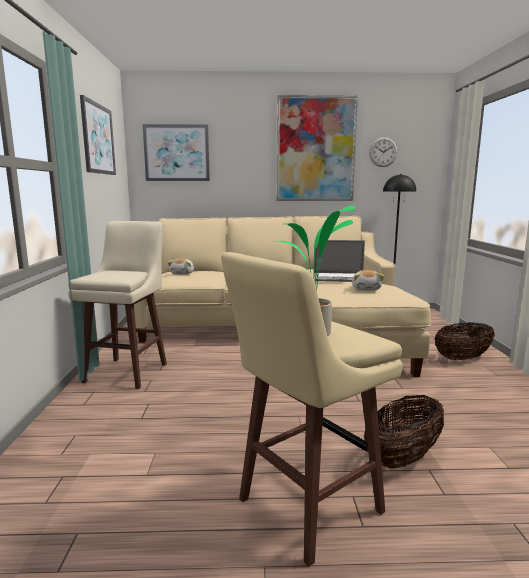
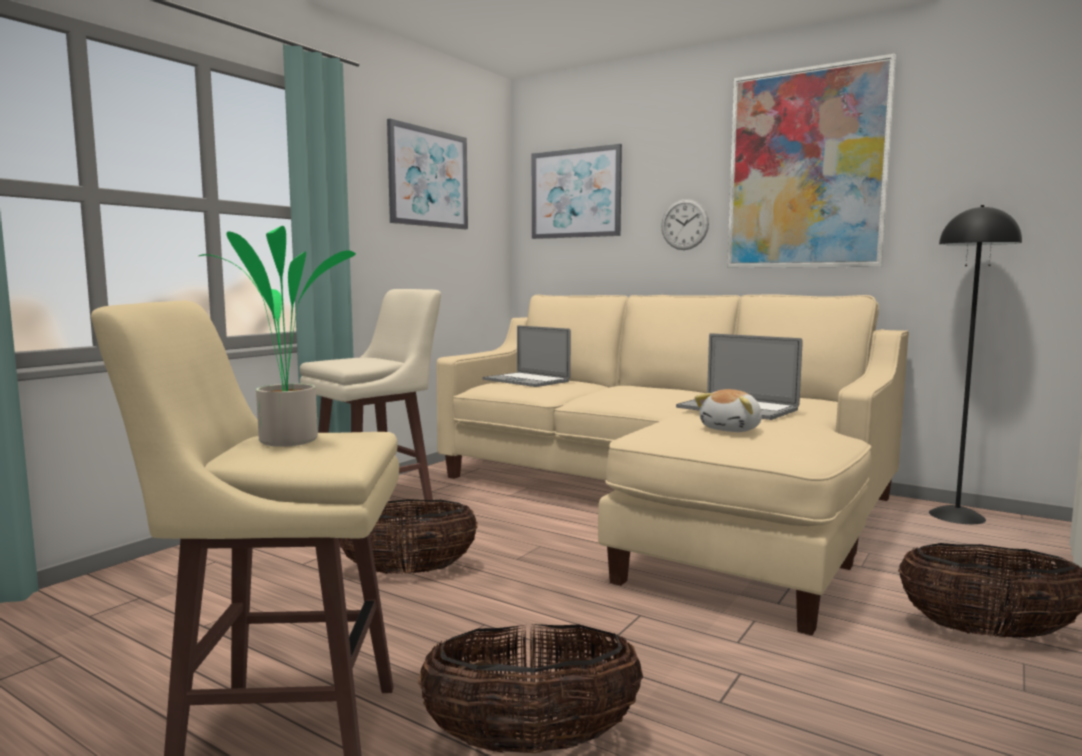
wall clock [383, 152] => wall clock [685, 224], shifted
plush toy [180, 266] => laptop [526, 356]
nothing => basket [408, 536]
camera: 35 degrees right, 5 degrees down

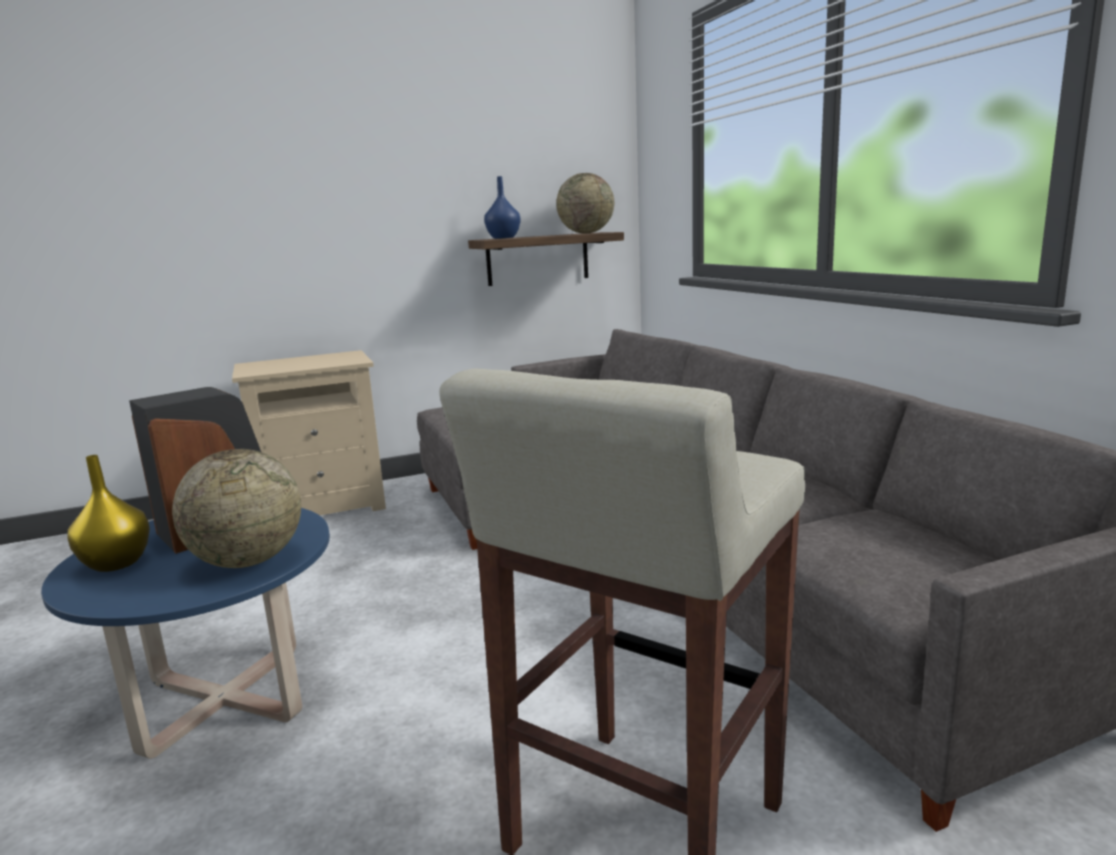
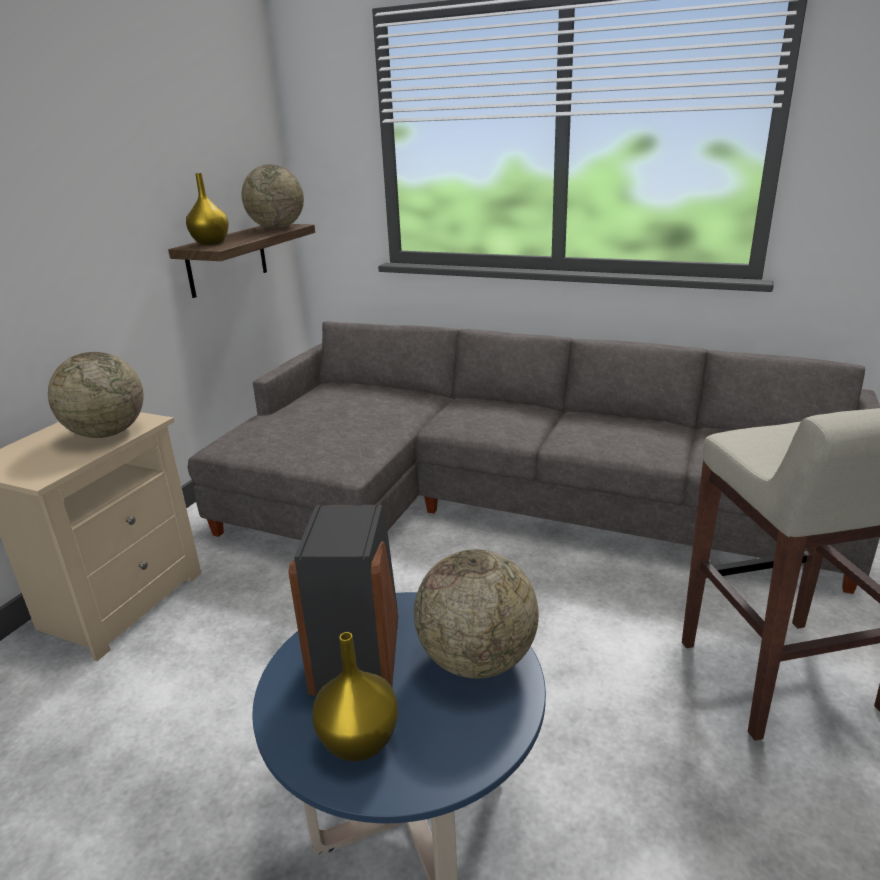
blue vase [502, 207] => yellow vase [207, 209]
nothing => globe [96, 395]
camera: 45 degrees left, 10 degrees up

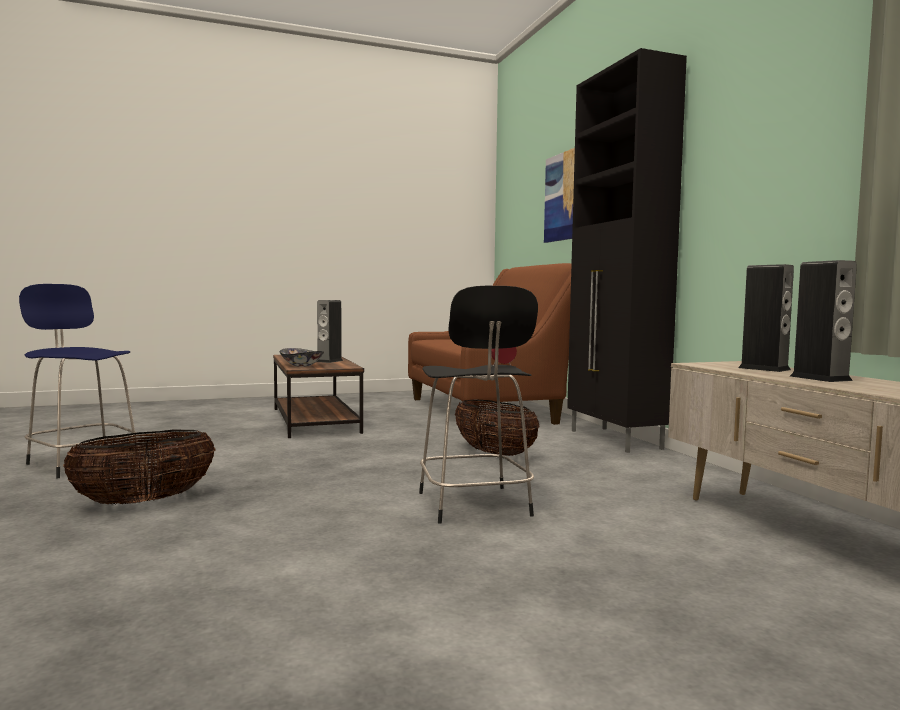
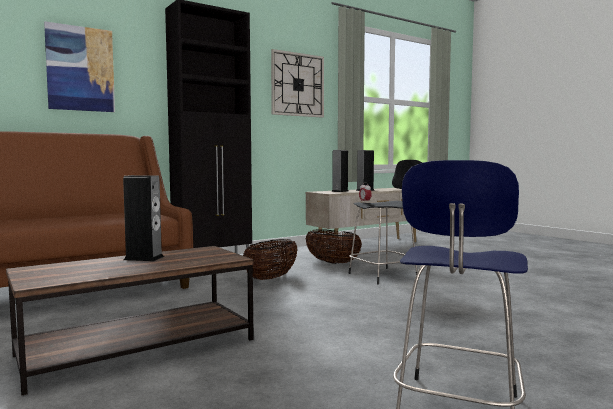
bowl [301, 357] => nothing
basket [139, 467] => basket [333, 246], shifted
nothing => wall clock [297, 83]
camera: 105 degrees left, 0 degrees up

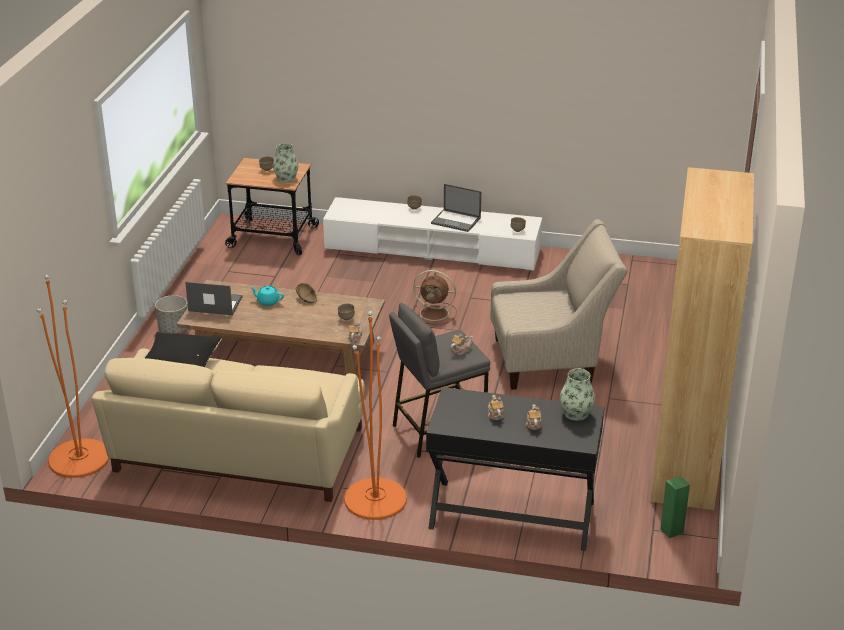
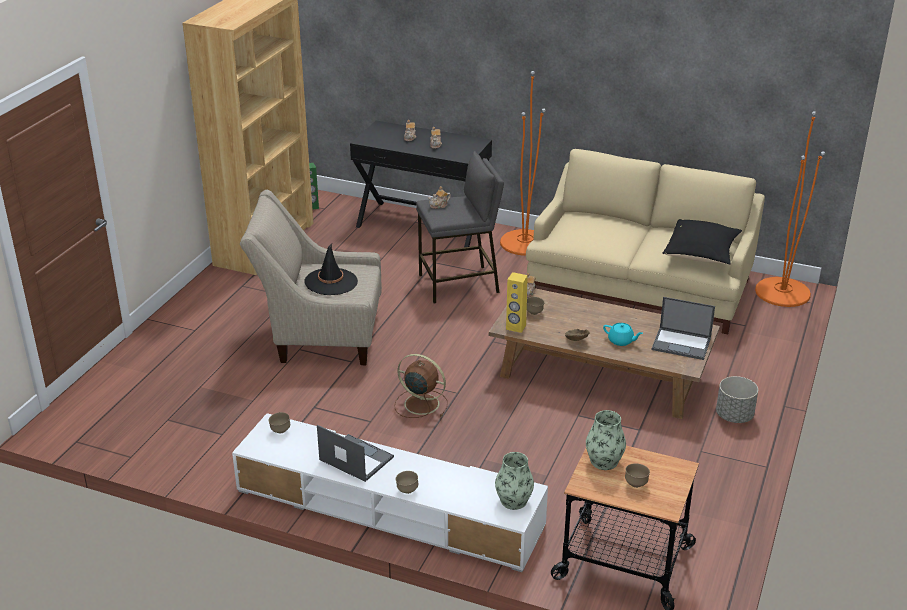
vase [577, 394] => vase [514, 481], shifted
nothing => black hat [331, 269]
nothing => yellow speaker [517, 302]
camera: 170 degrees left, 0 degrees up

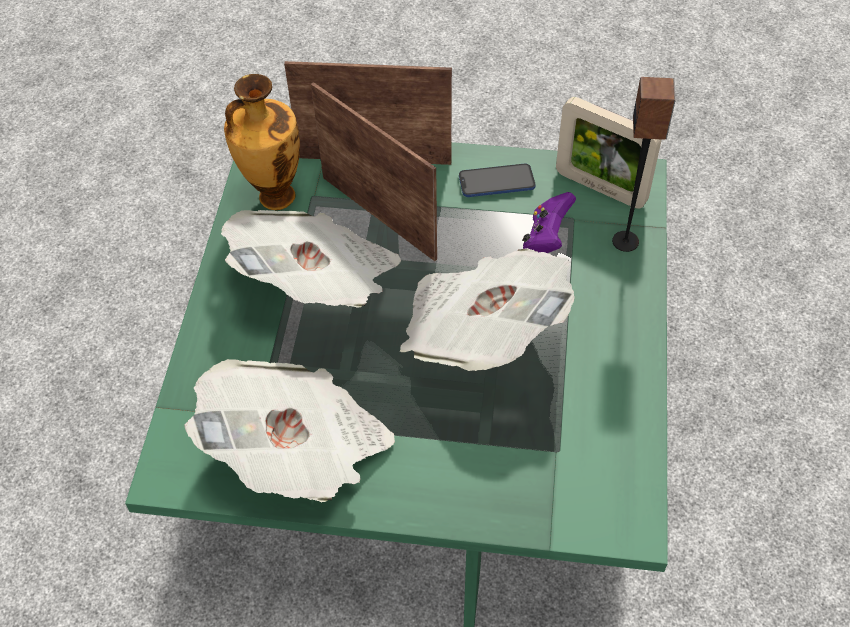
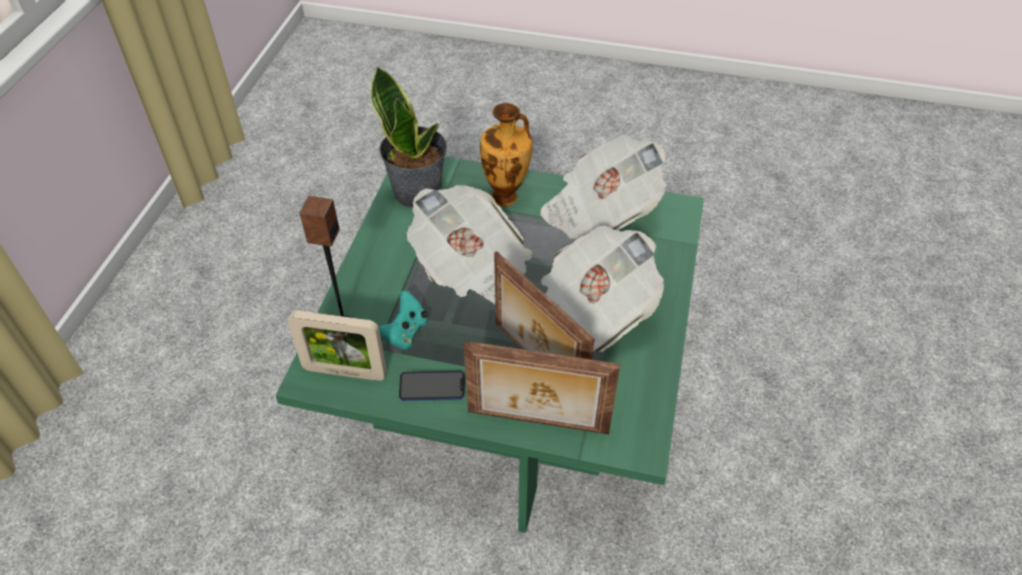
vase [262, 142] => vase [506, 154], shifted
picture frame [608, 153] => picture frame [337, 345], 150 degrees clockwise
purple game controller [549, 222] => turquoise game controller [403, 320]
nothing => potted plant [409, 137]
camera: 175 degrees left, 5 degrees down

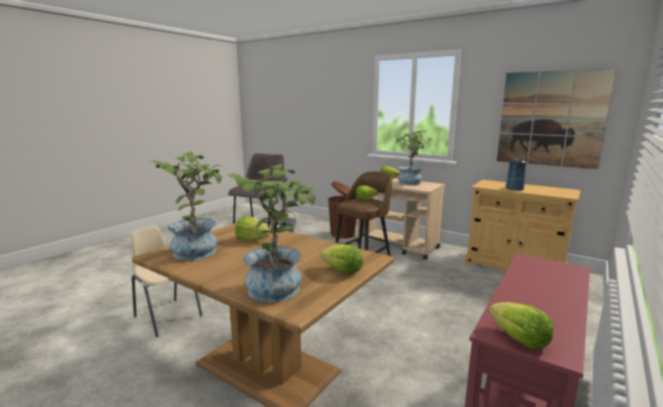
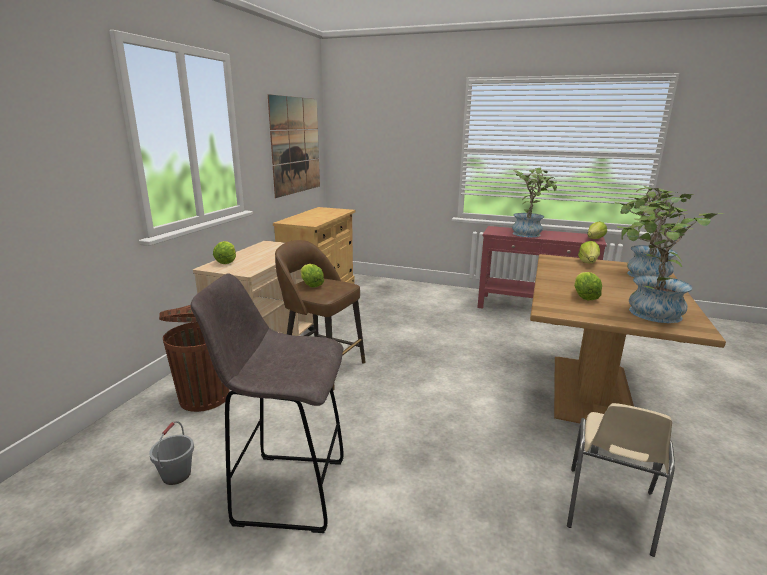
potted plant [416, 158] => potted plant [534, 202], shifted
blue vase [516, 173] => nothing
camera: 105 degrees left, 5 degrees up

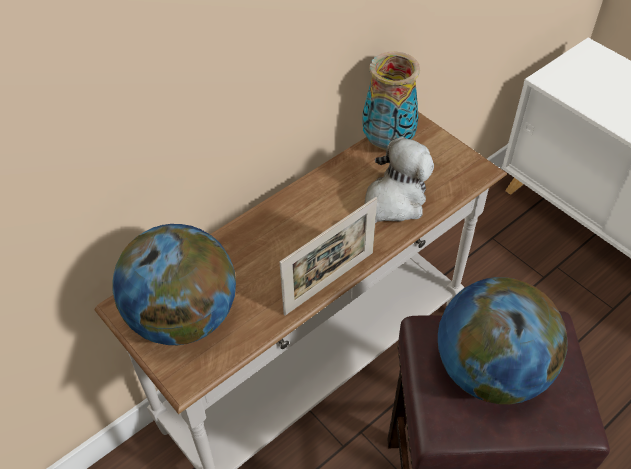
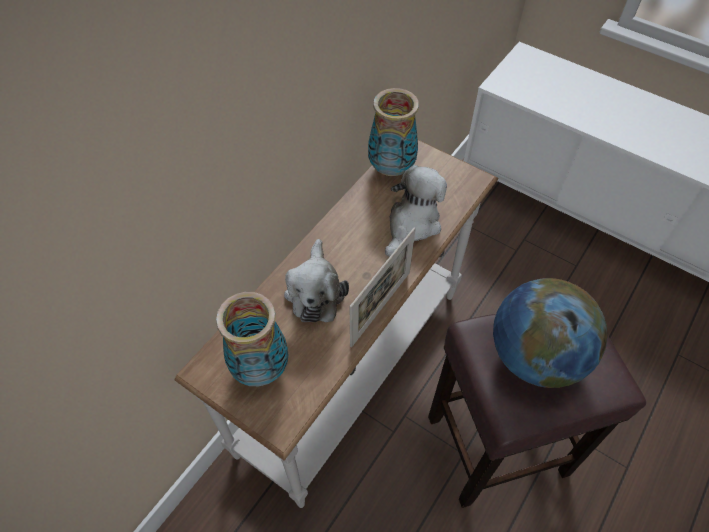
globe [174, 284] => vase [252, 339]
nothing => plush toy [316, 280]
camera: 15 degrees left, 5 degrees up

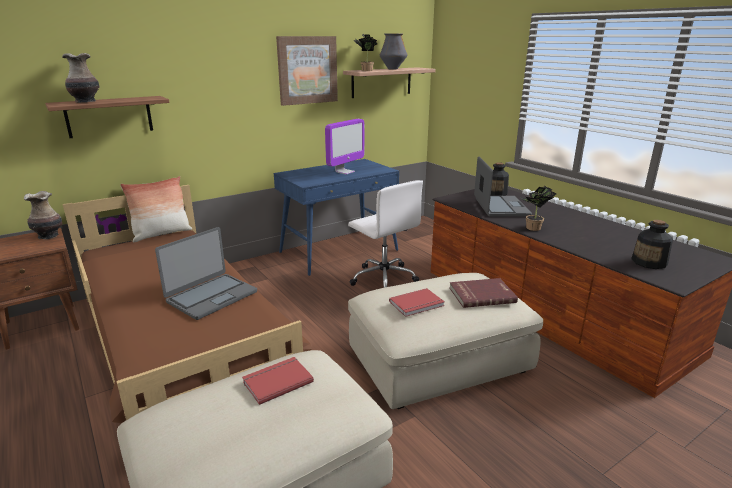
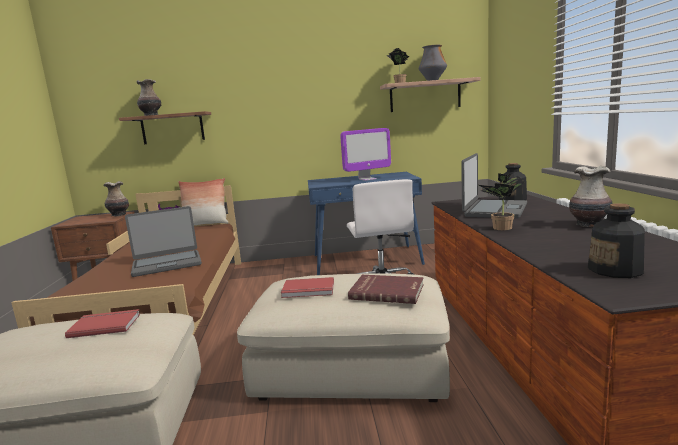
picture [307, 71] => nothing
nothing => vase [590, 196]
camera: 30 degrees right, 10 degrees down

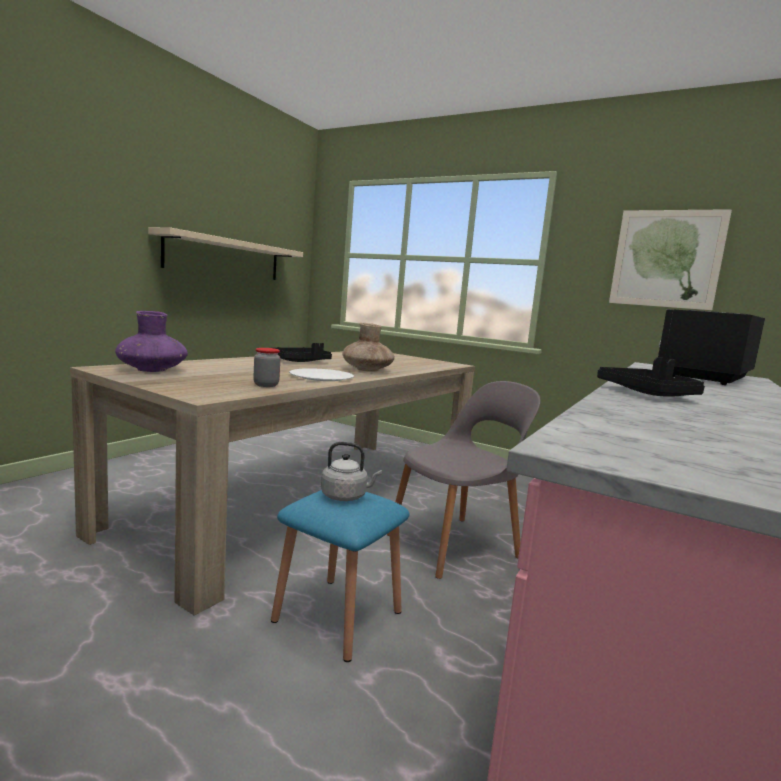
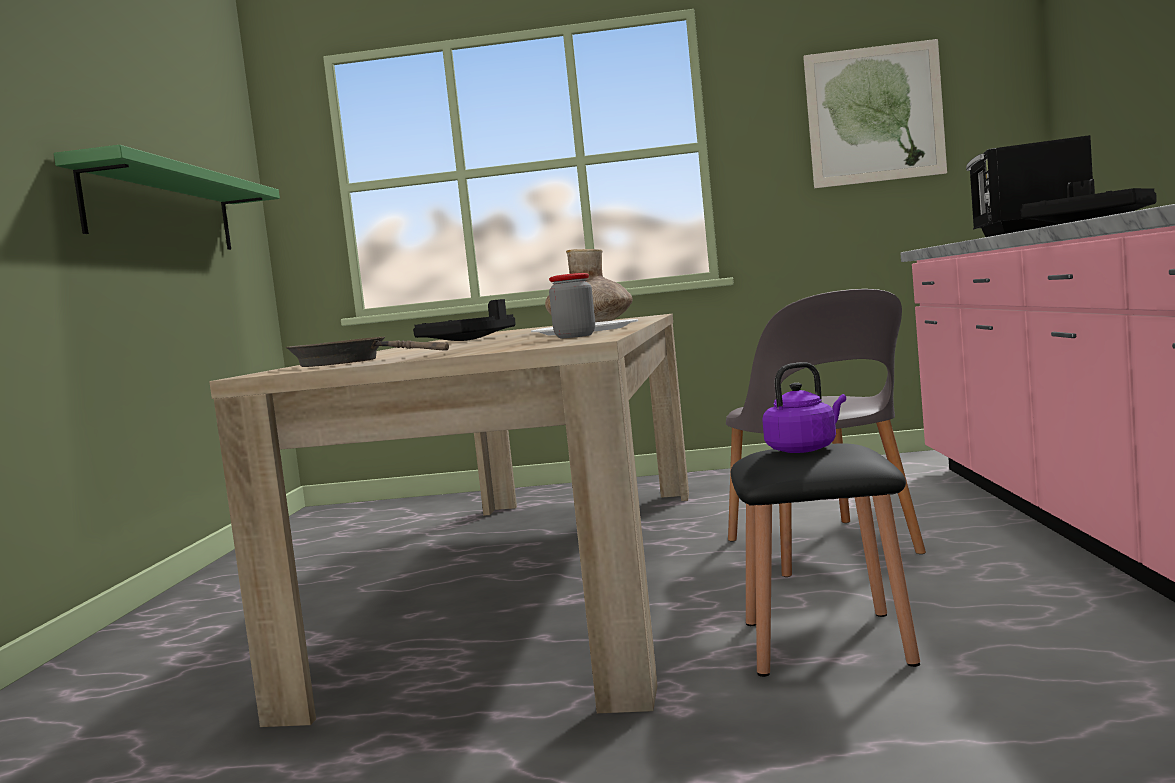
beige shelf [225, 253] => green shelf [167, 197]
purple vase [151, 341] => brown frying pan [367, 352]
grey chair [464, 480] => grey chair [826, 433], 135 degrees clockwise
grey kettle [351, 471] => purple kettle [804, 407]
blue stool [340, 576] => black stool [825, 560]
camera: 25 degrees left, 5 degrees down

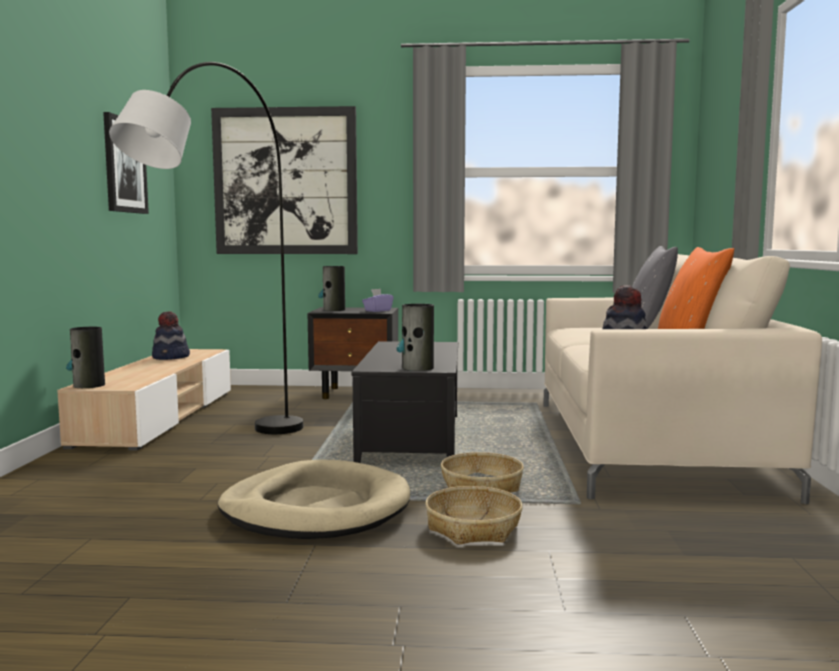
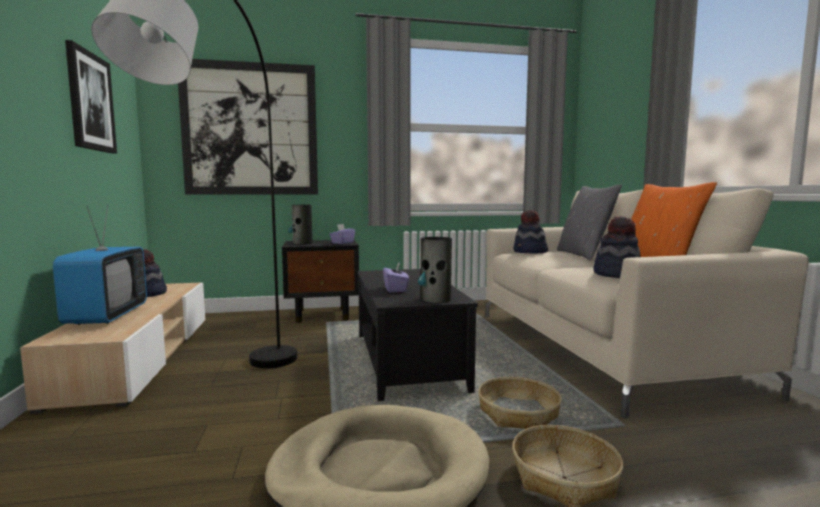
vase [85, 357] => nothing
nothing => television [100, 265]
nothing => hat [530, 231]
nothing => purple tissue box [396, 277]
camera: 15 degrees left, 0 degrees up

